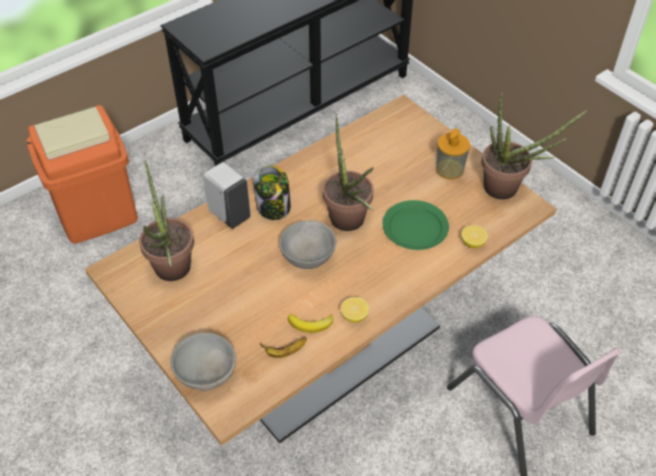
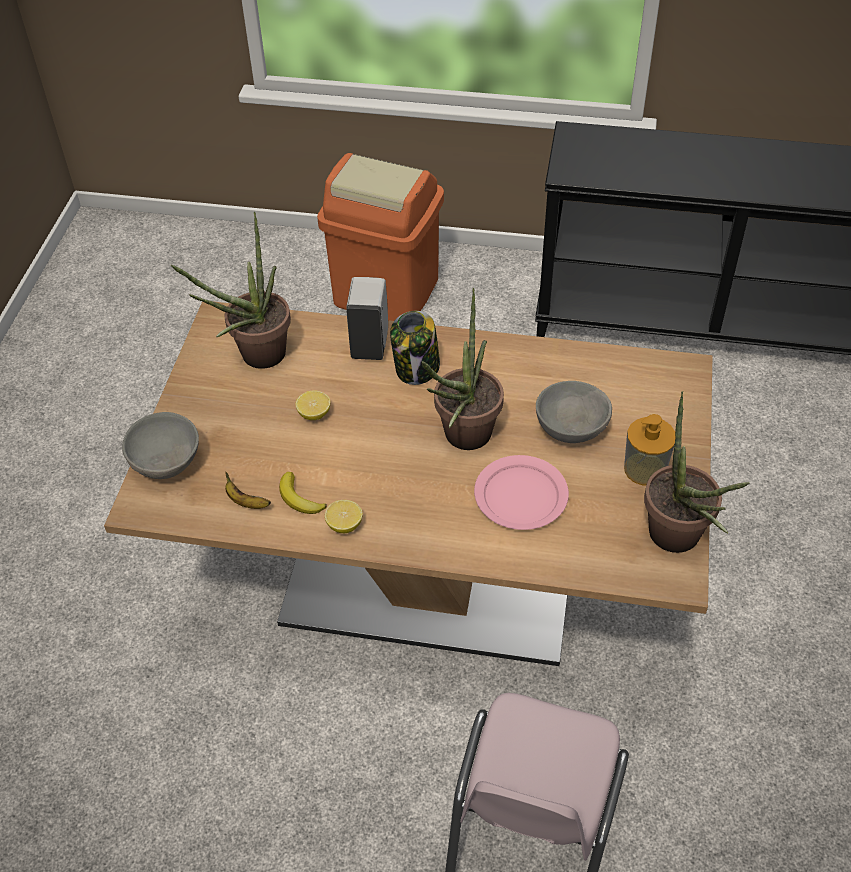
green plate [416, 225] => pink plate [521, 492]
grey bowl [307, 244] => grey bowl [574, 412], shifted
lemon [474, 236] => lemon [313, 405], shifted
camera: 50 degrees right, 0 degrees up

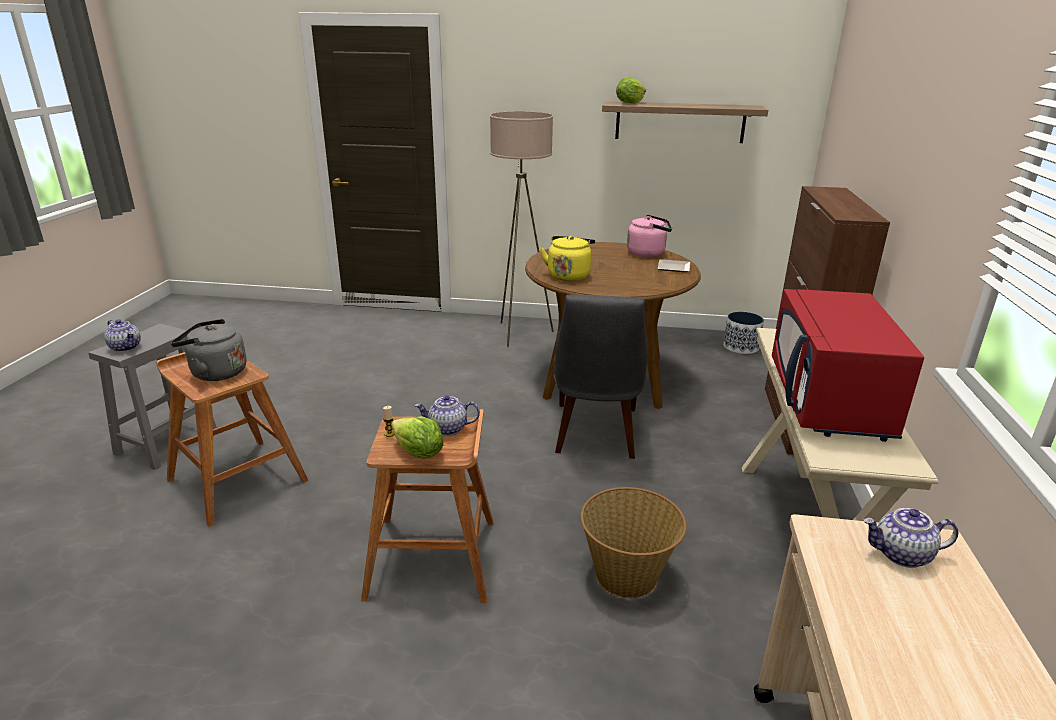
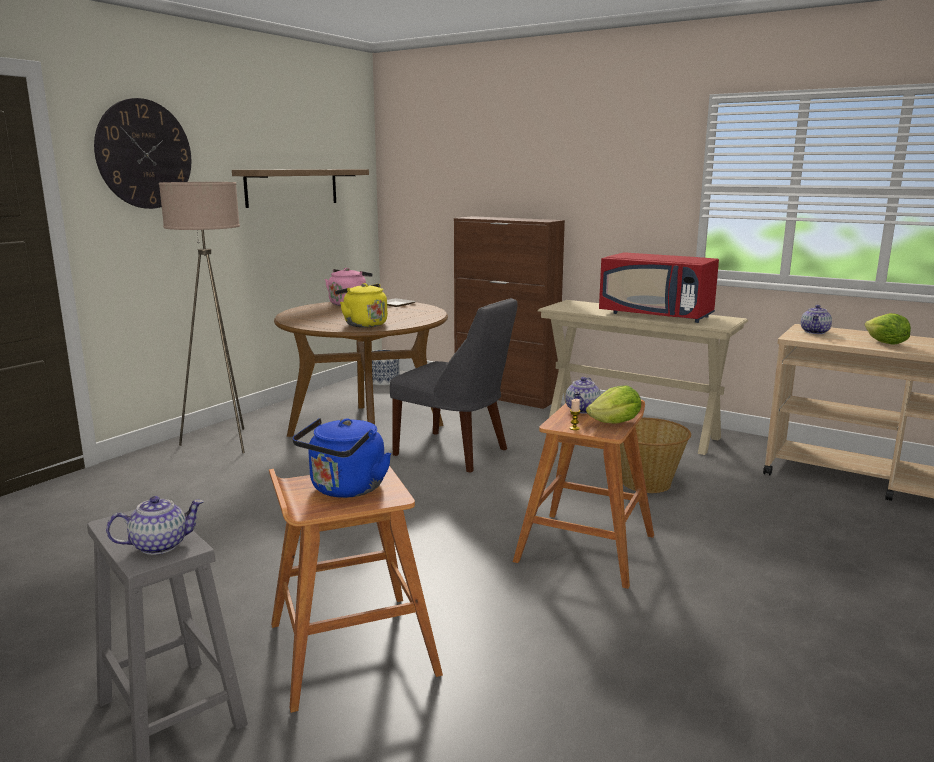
lettuce [631, 91] => lettuce [888, 328], shifted
grey kettle [208, 350] => blue kettle [341, 458]
nothing => wall clock [142, 153]
camera: 65 degrees left, 10 degrees down

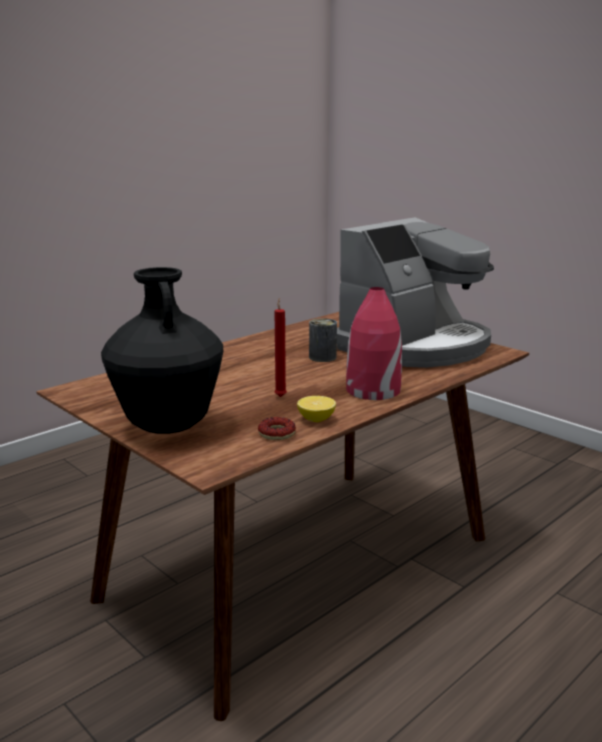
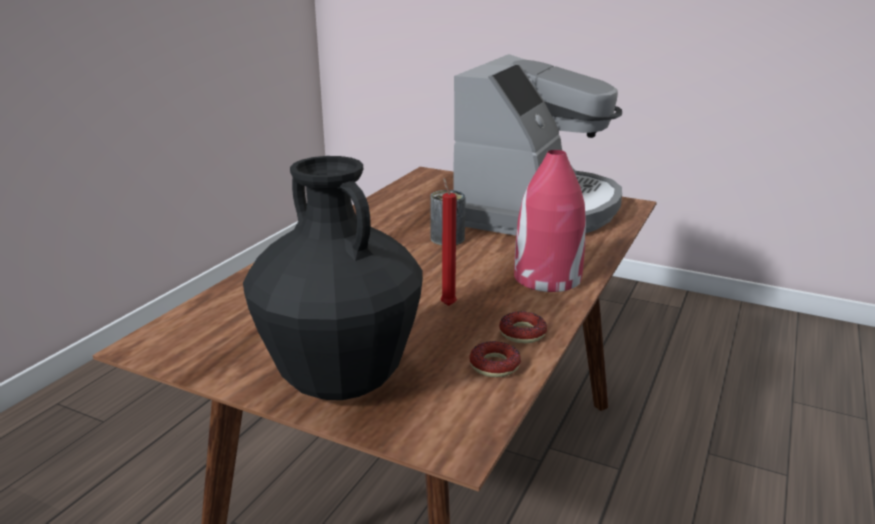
lemon [316, 409] => donut [523, 327]
camera: 20 degrees left, 5 degrees up

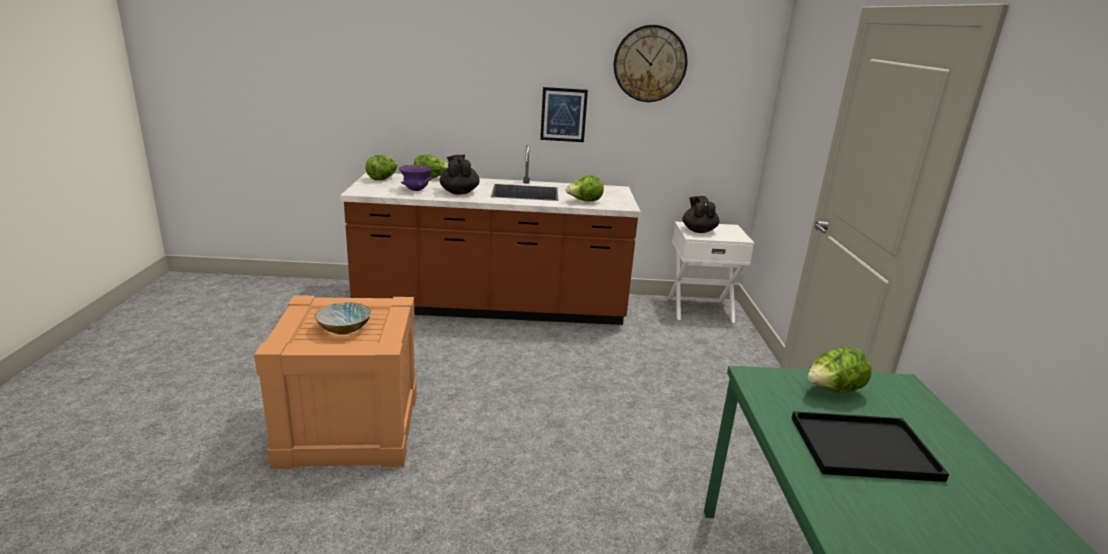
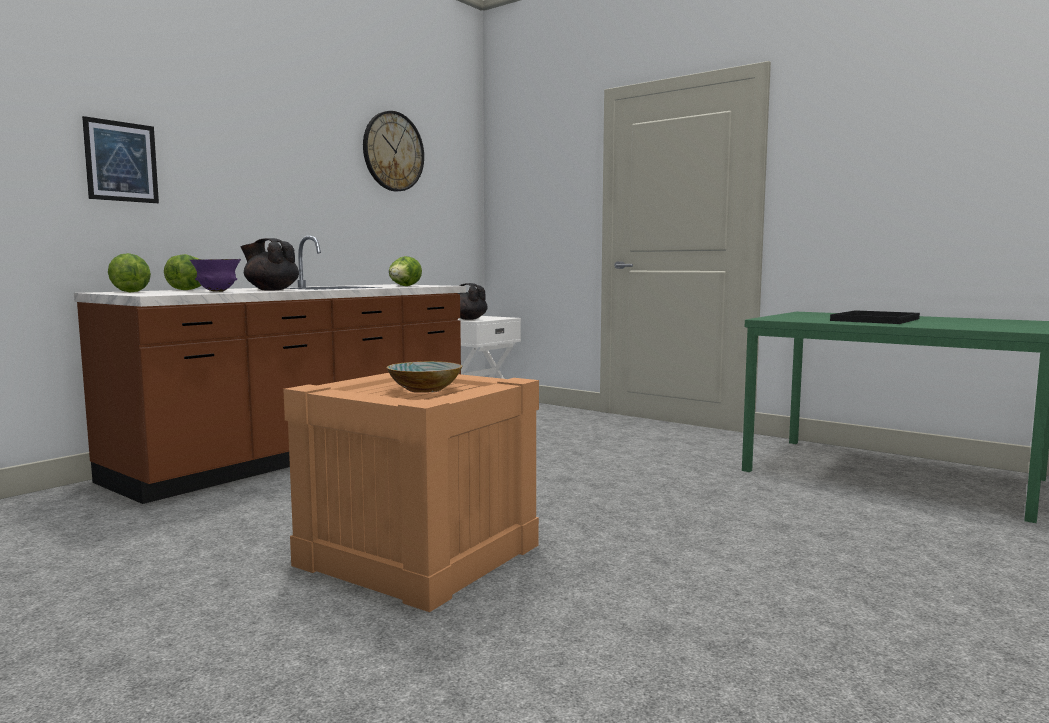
picture [564, 114] => picture [120, 159], shifted
lettuce [839, 370] => nothing
camera: 50 degrees left, 15 degrees down

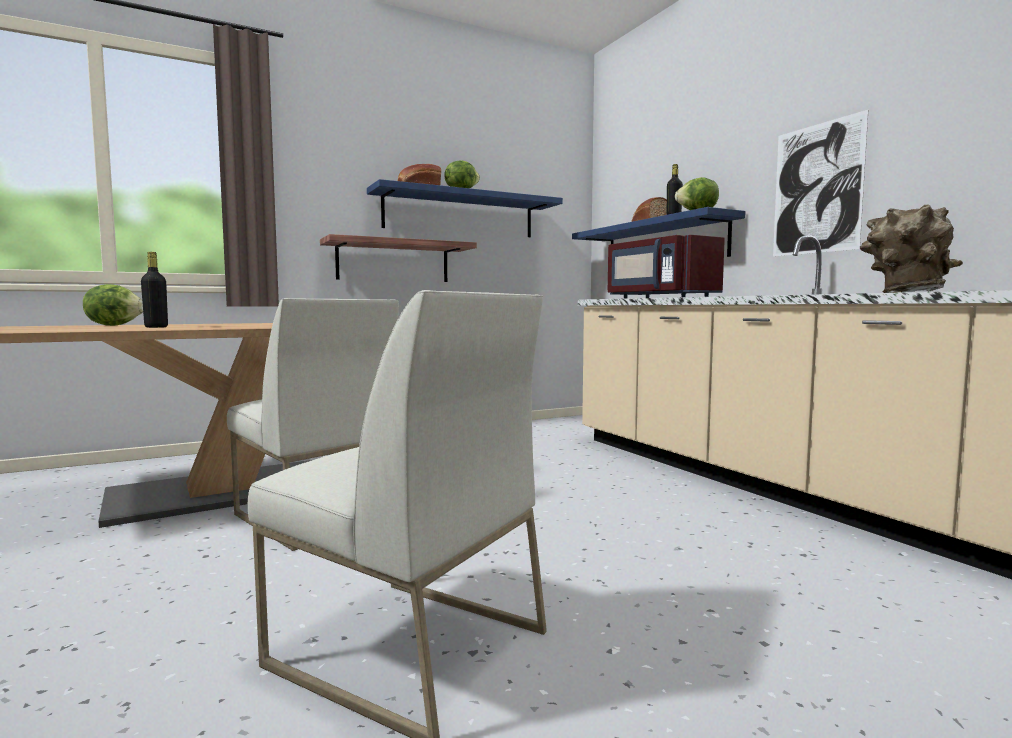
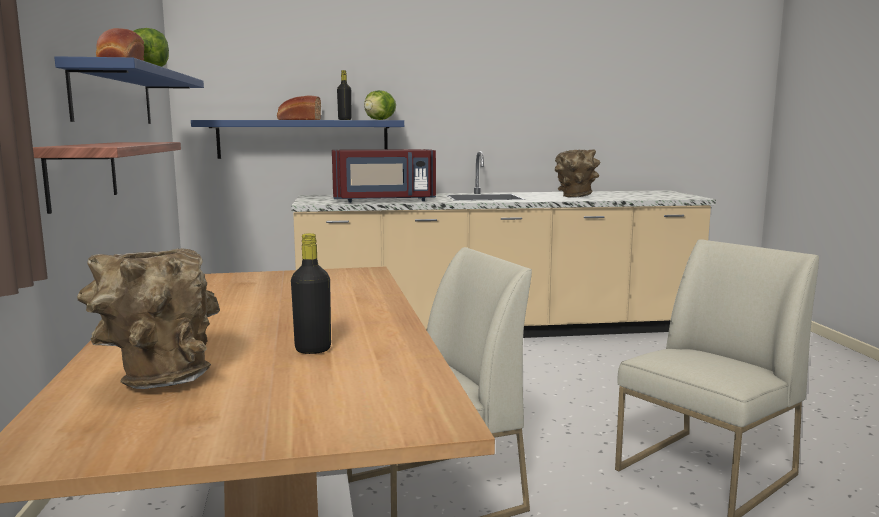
picture [820, 183] => nothing
lettuce [113, 305] => brown vase [148, 318]
camera: 70 degrees left, 5 degrees up

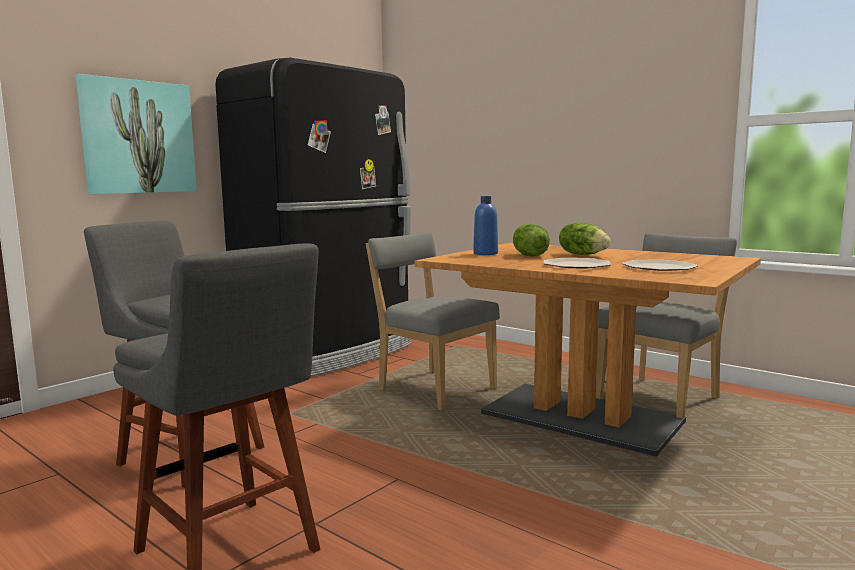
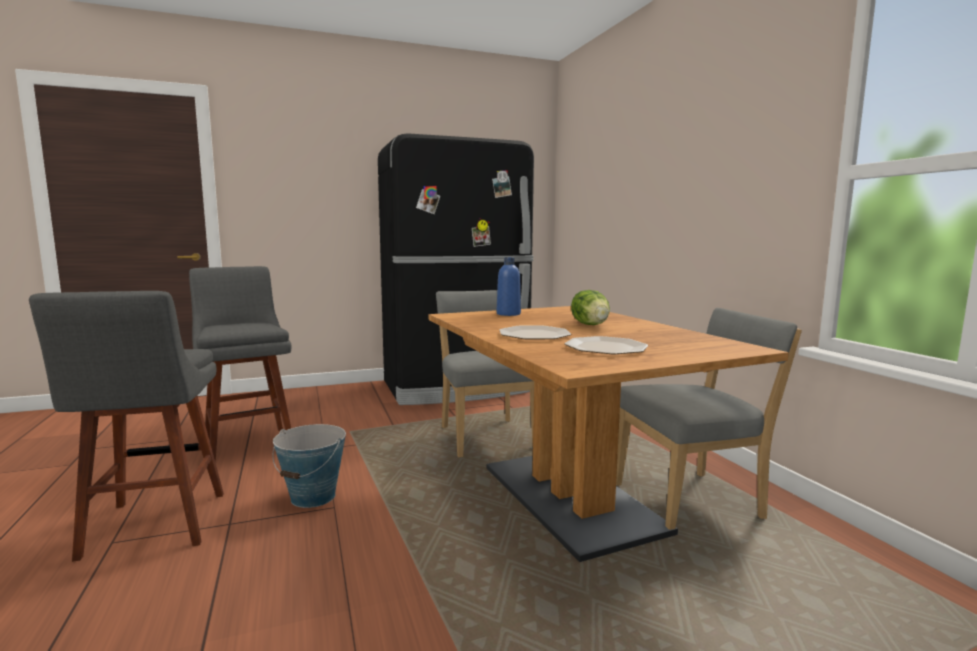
picture [136, 134] => nothing
lettuce [531, 240] => nothing
nothing => bucket [309, 466]
camera: 30 degrees right, 0 degrees up

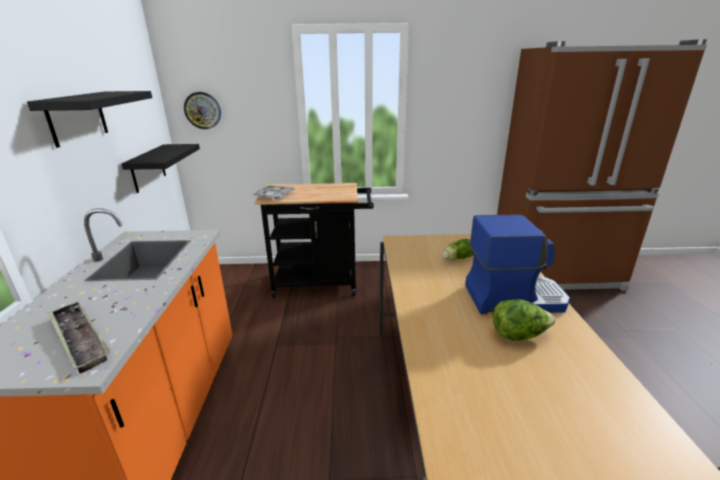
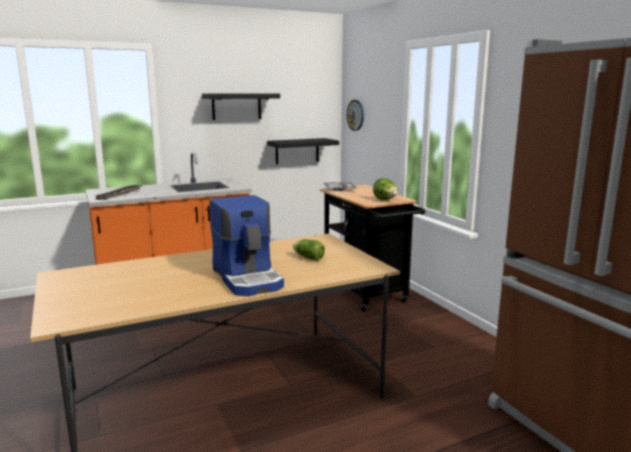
lettuce [524, 320] => lettuce [385, 189], shifted
camera: 65 degrees right, 10 degrees down

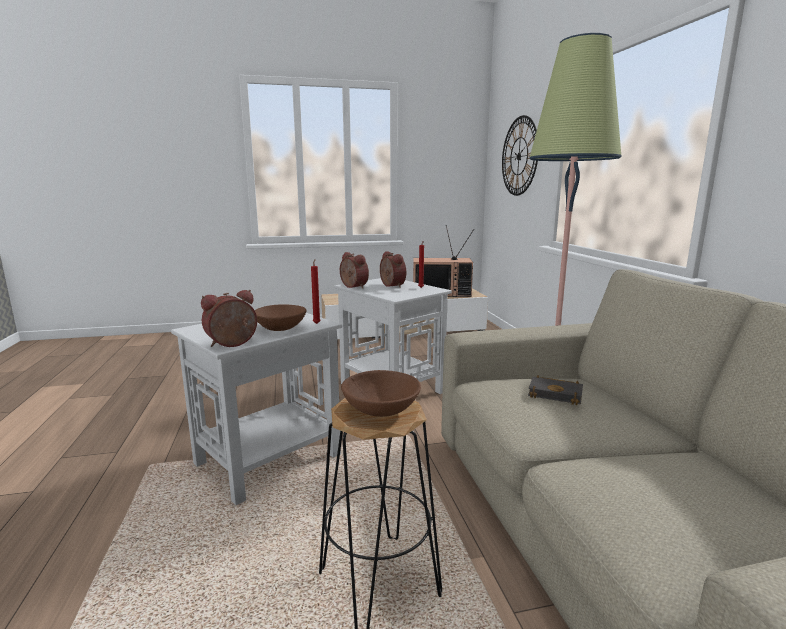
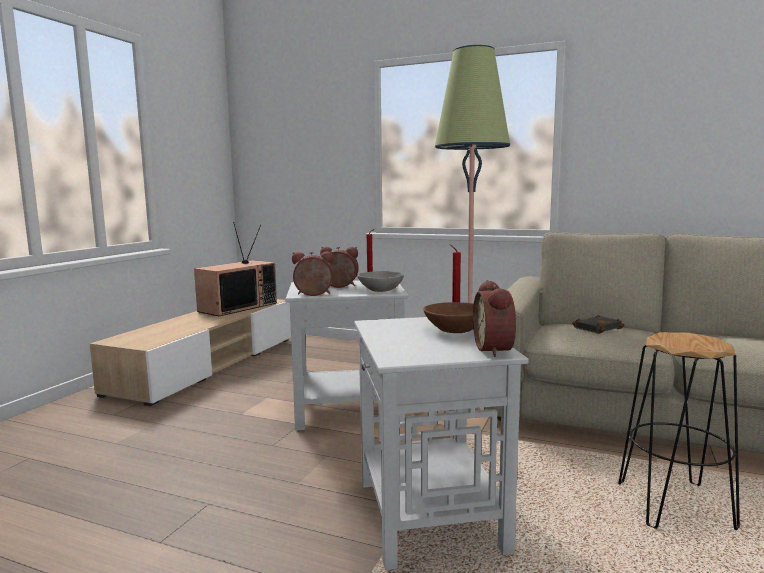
wall clock [520, 155] => nothing
brown bowl [381, 393] => nothing
nothing => grey bowl [380, 281]
camera: 55 degrees left, 5 degrees down

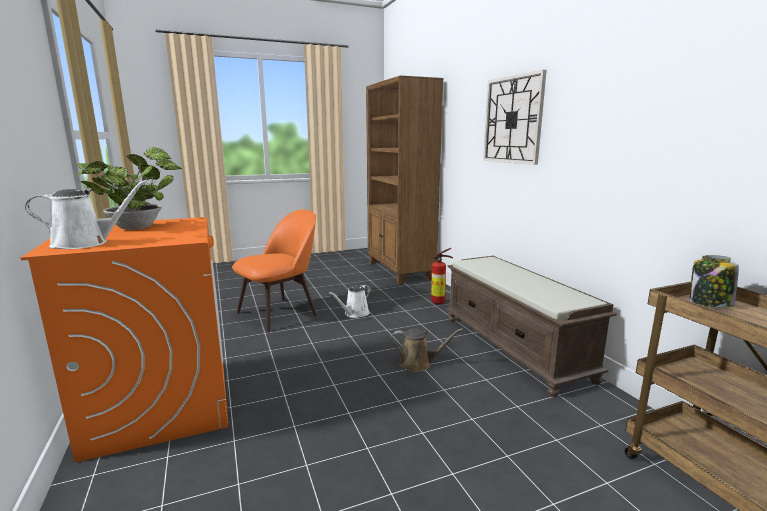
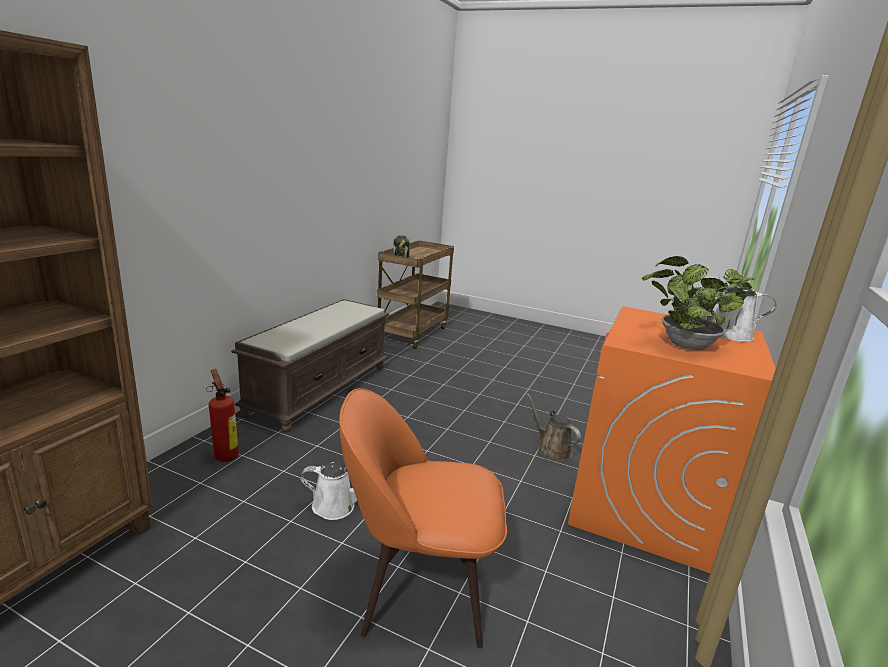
wall clock [515, 117] => nothing
brown watering can [426, 350] => brown watering can [554, 427], shifted
camera: 135 degrees left, 5 degrees up

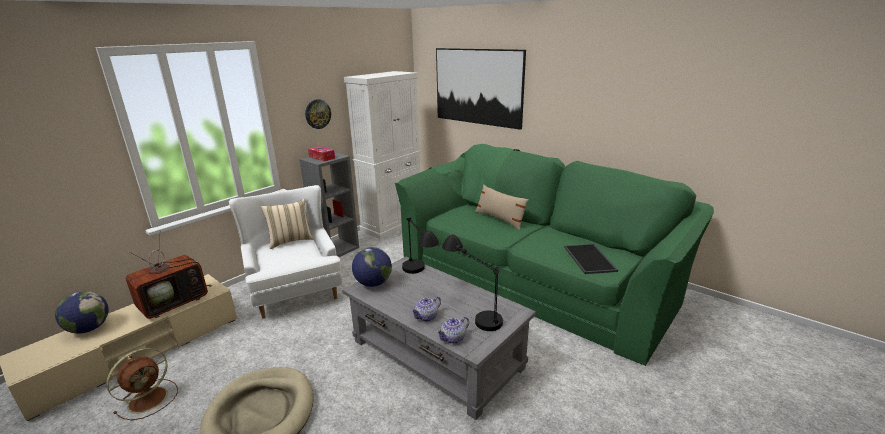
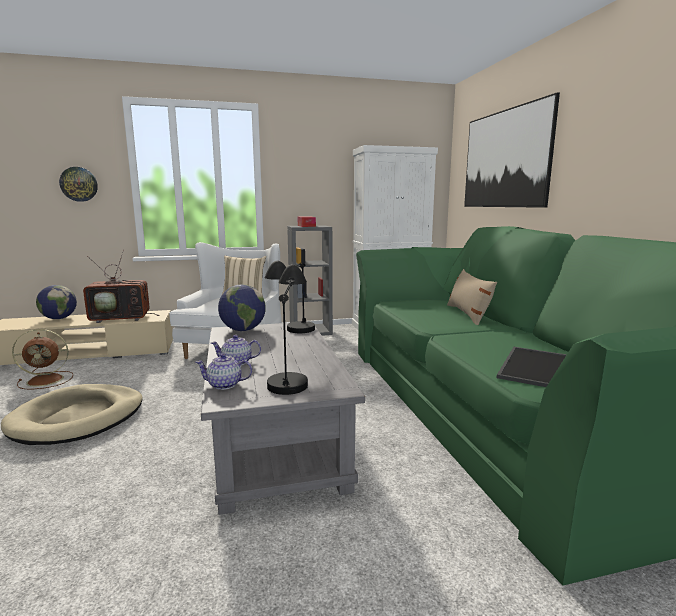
wall clock [318, 114] => wall clock [78, 184], shifted
camera: 35 degrees right, 10 degrees down

